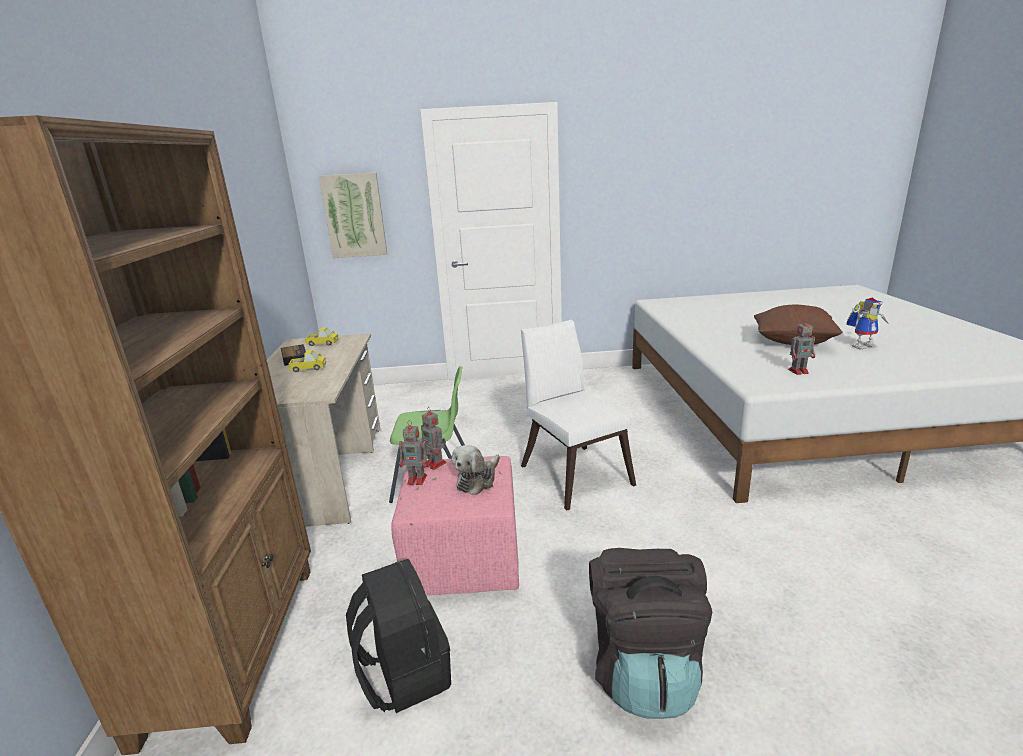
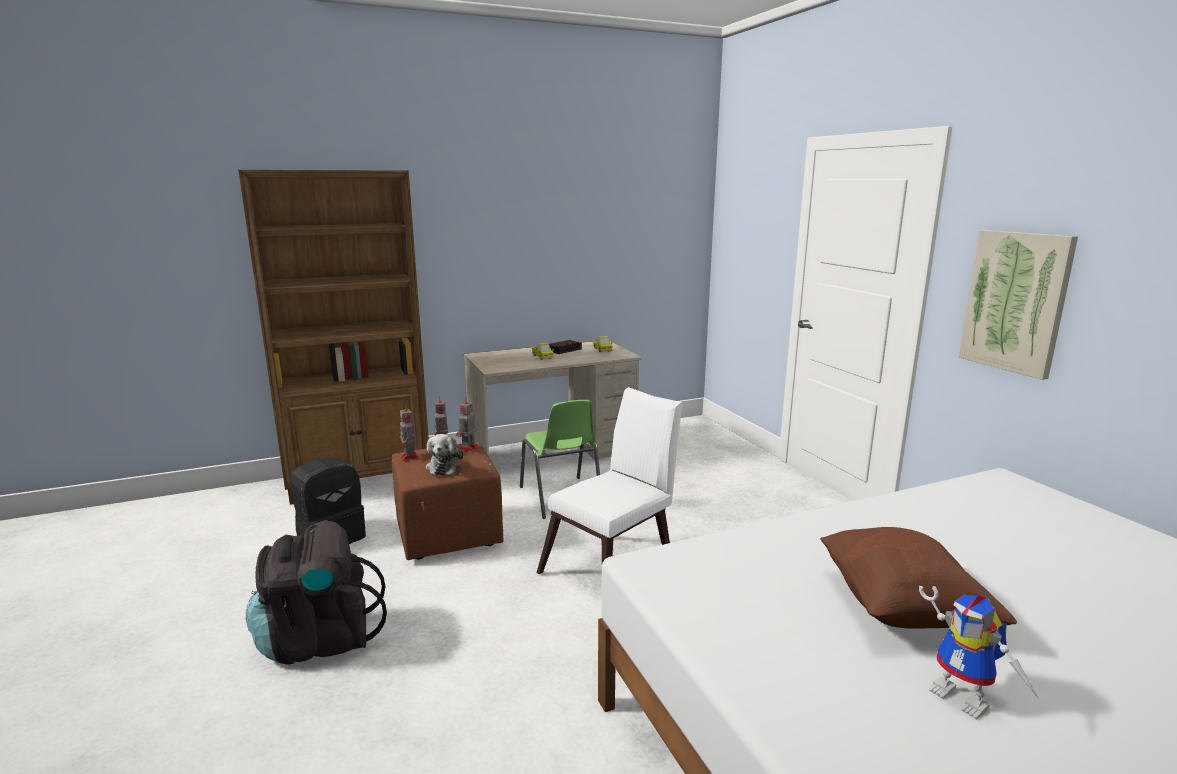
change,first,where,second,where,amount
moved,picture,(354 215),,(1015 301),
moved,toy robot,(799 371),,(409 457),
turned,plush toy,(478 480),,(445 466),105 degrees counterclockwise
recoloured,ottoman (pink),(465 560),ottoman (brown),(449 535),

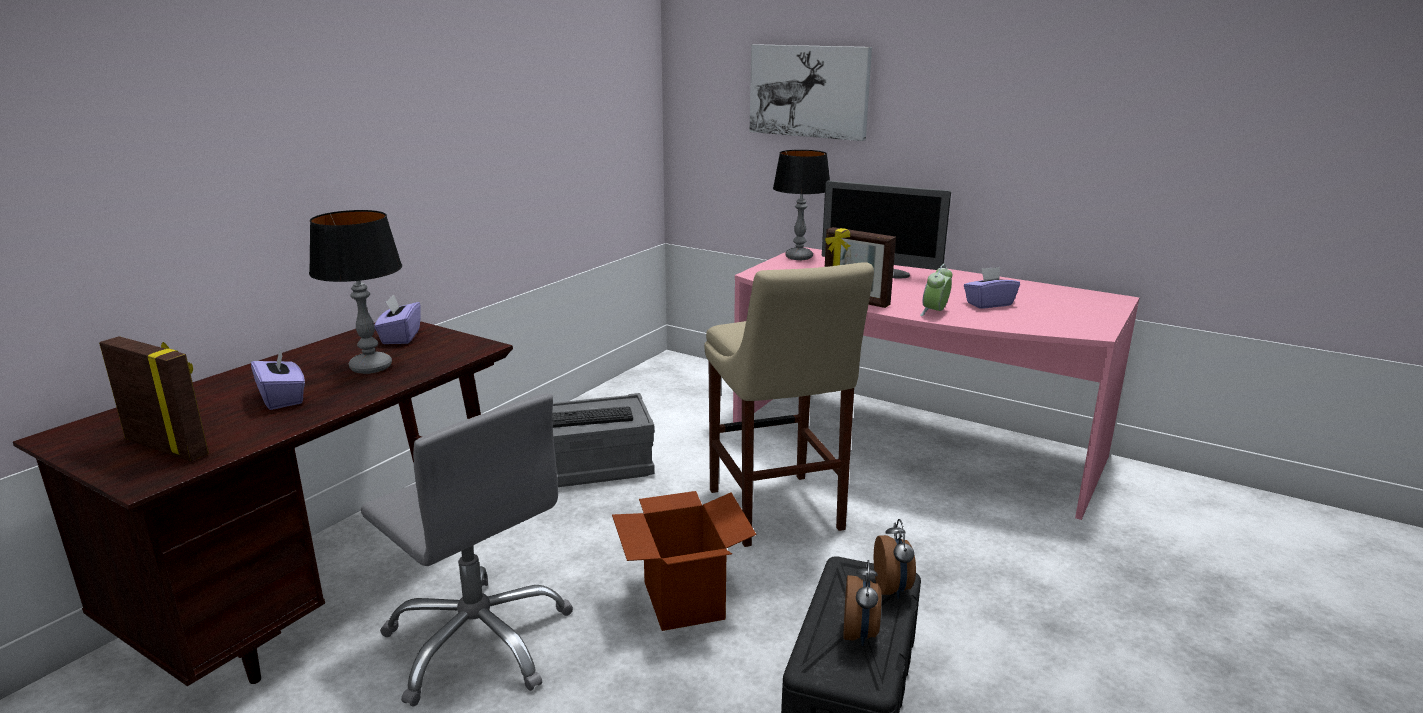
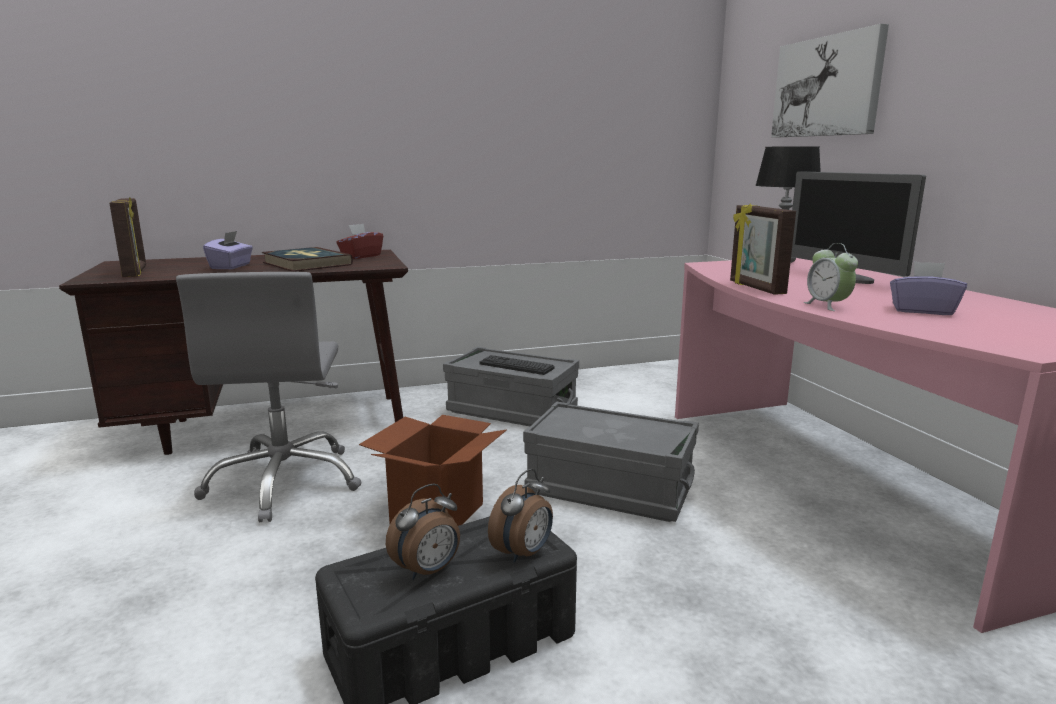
change,first,where,second,where,amount
replaced,table lamp,(371 367),book,(306 264),
replaced,stool (beige),(777 513),storage box (grey),(609 488),
turned,alarm clock,(935 312),,(827 306),90 degrees counterclockwise
recoloured,tissue box (purple),(400 337),tissue box (red),(361 256),

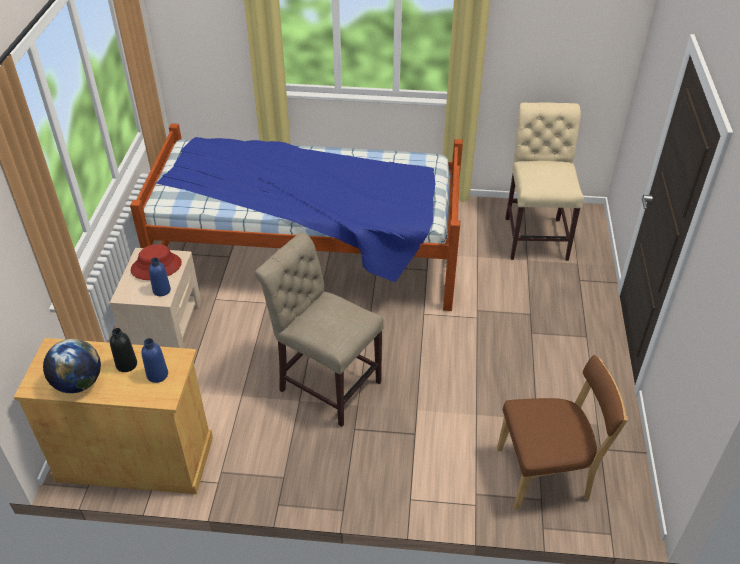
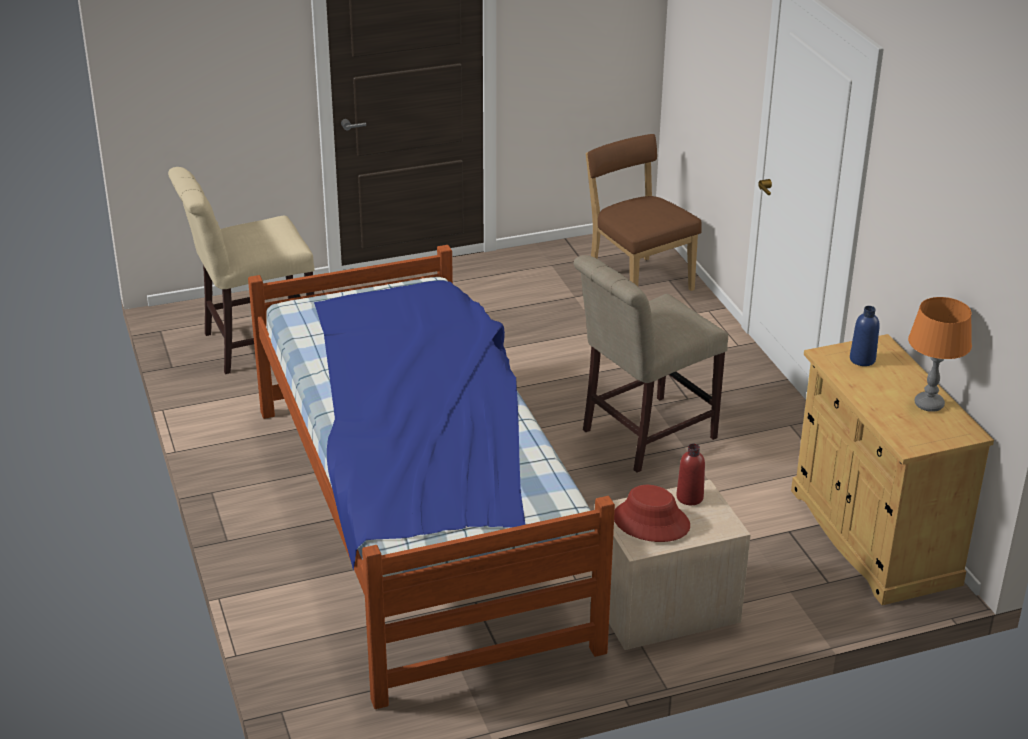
change,first,where,second,where,amount
turned,chair (beige),(325 383),,(642 436),45 degrees clockwise
recoloured,bottle (blue),(161 290),bottle (red),(689 497),
removed,bottle (black),(126 364),,,
replaced,globe,(78 383),table lamp (orange),(929 404),

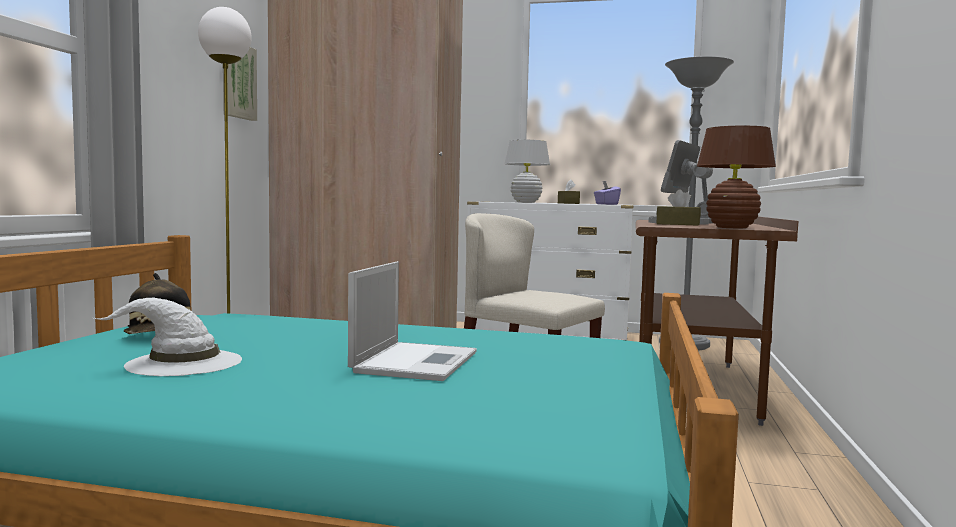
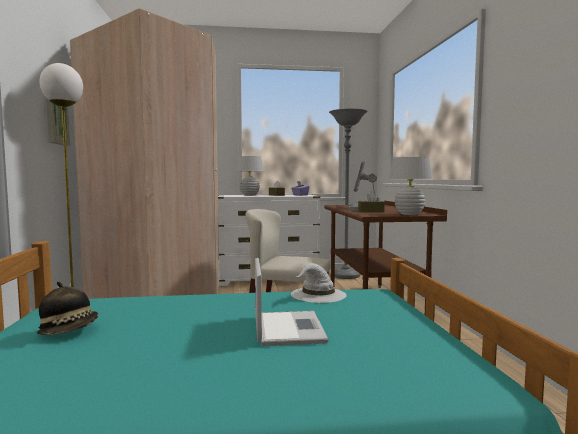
change,first,where,second,where,amount
recoloured,table lamp (brown),(732 227),table lamp (white),(409 214),
moved,hat (white),(182 363),,(318 295),

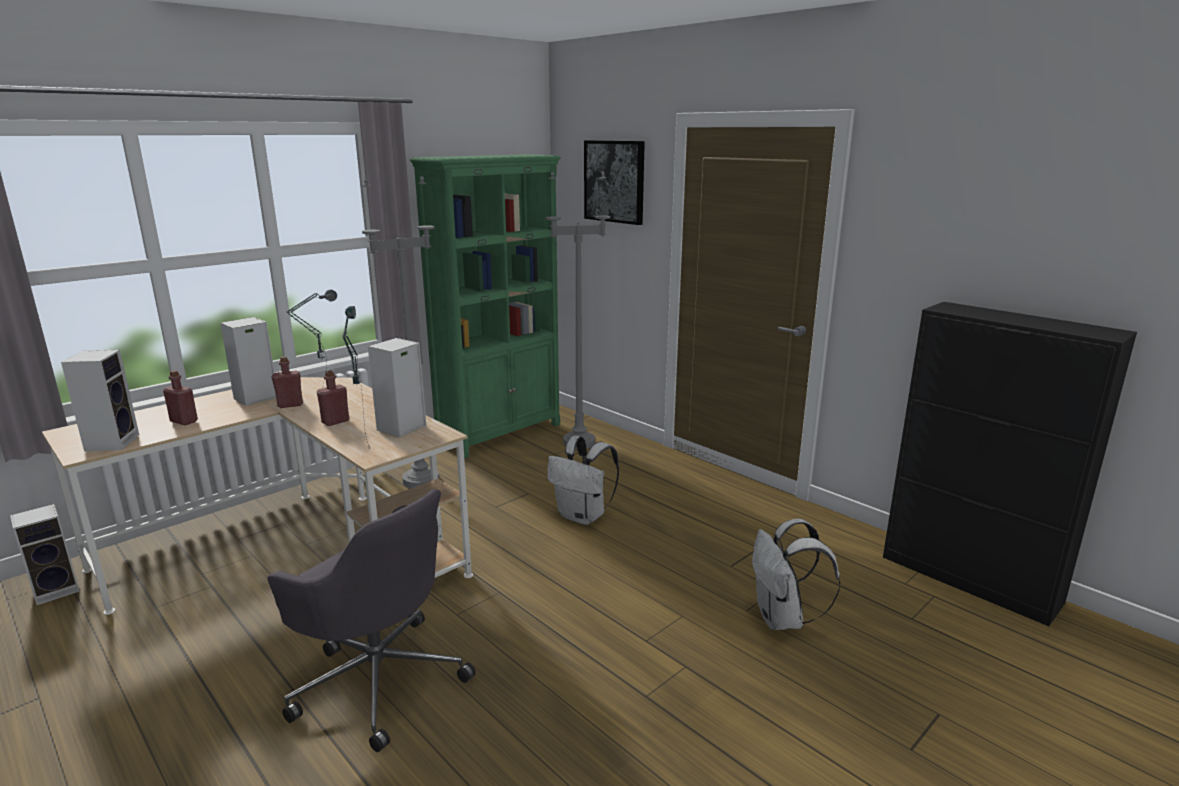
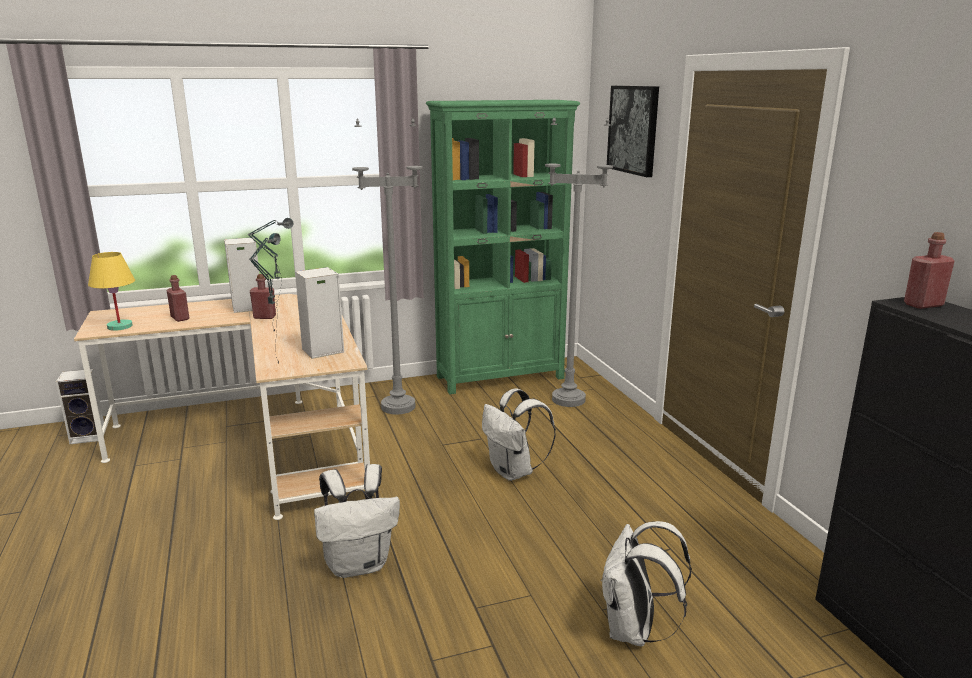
change,first,where,second,where,amount
replaced,speaker,(112 442),table lamp (yellow),(120 326),
moved,bottle (red),(335 421),,(923 305),
removed,office chair (grey),(379 678),,,
added,,,backpack (white),(359 564),

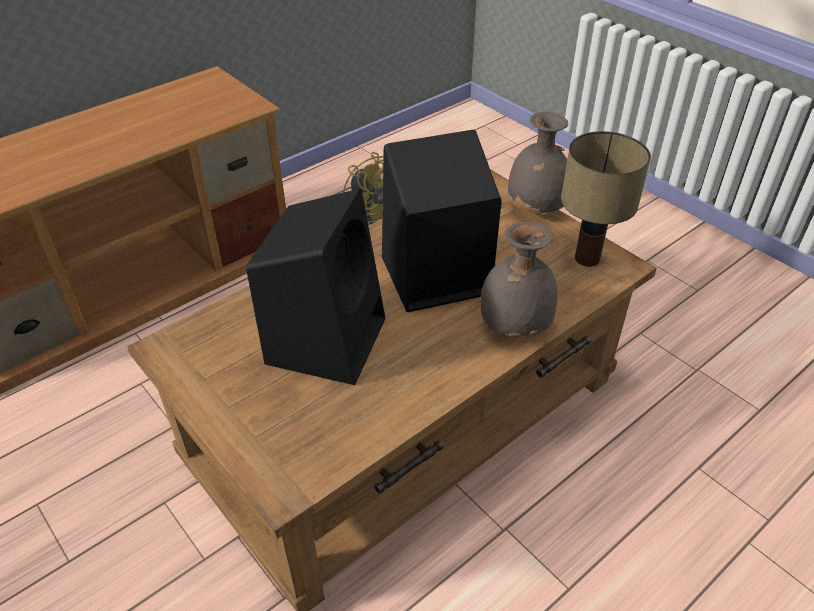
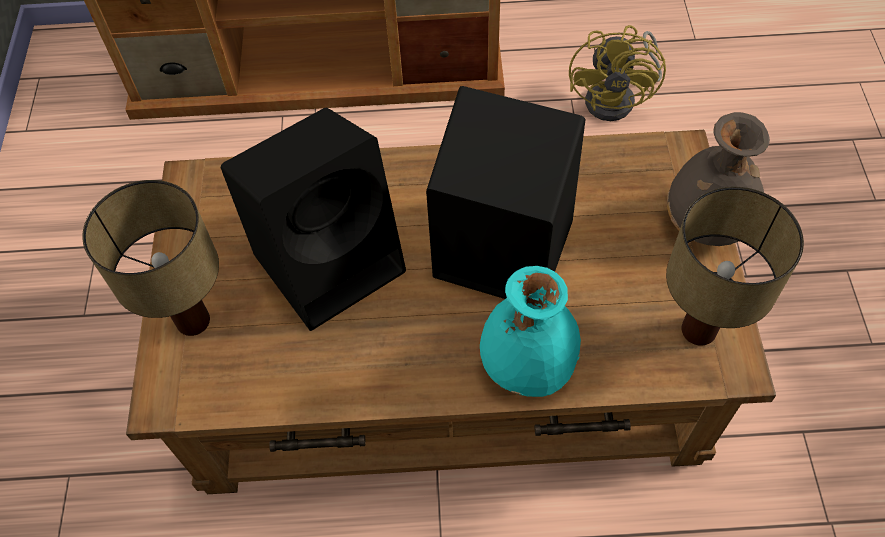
change,first,where,second,where,amount
recoloured,vase (grey),(513 326),vase (turquoise),(526 364),
added,,,table lamp,(191 321),

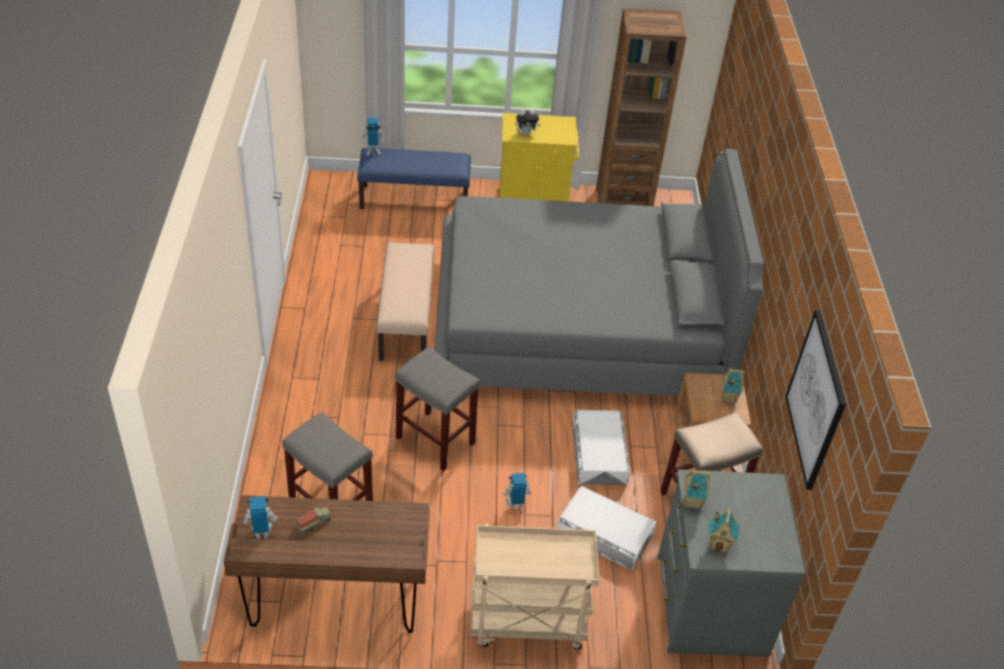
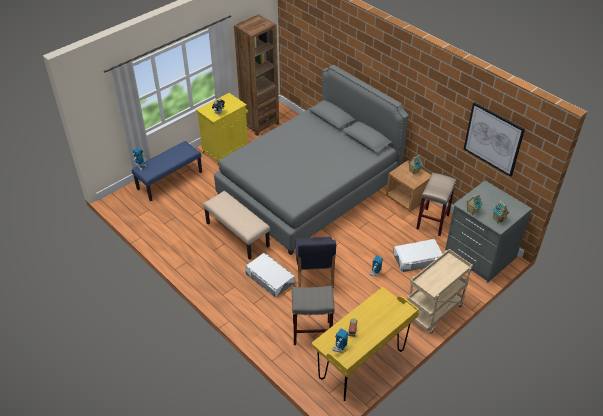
change,first,where,second,where,amount
replaced,stool (grey),(434 440),chair (blue),(314 274),
moved,storage box (white),(599 453),,(270 278),
recoloured,desk (brown),(335 604),desk (yellow),(362 365),

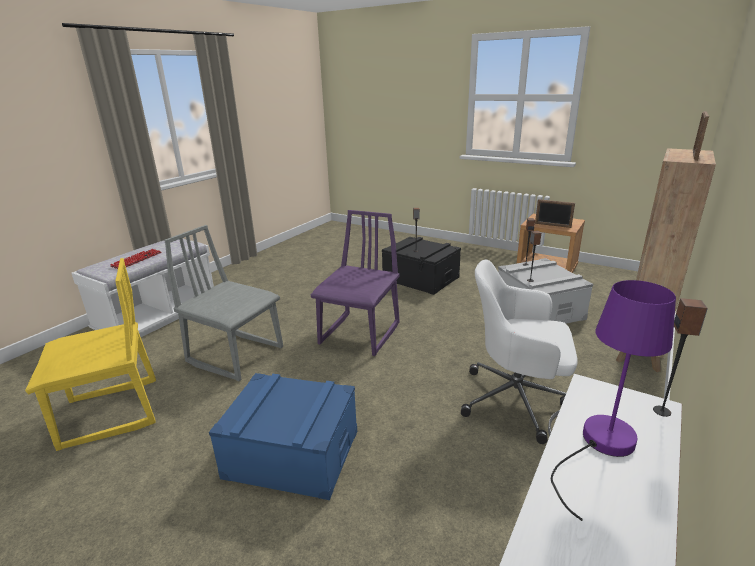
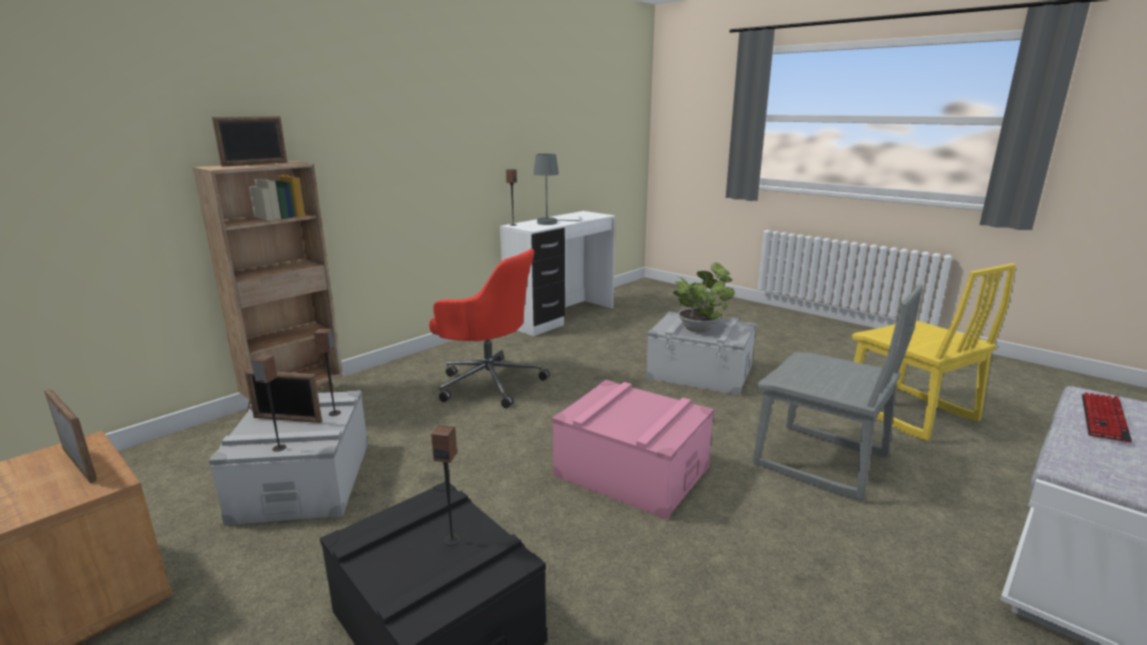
change,first,where,second,where,amount
replaced,chair (purple),(360 334),storage box (pink),(631 471),
turned,chair (yellow),(111 414),,(909 413),105 degrees counterclockwise
recoloured,office chair (white),(516 400),office chair (red),(488 382),
recoloured,table lamp (purple),(600 446),table lamp (grey),(552 222),
recoloured,storage box (blue),(292 454),storage box (grey),(700 372),
added,,,potted plant,(700 329),
added,,,picture frame,(287 419),

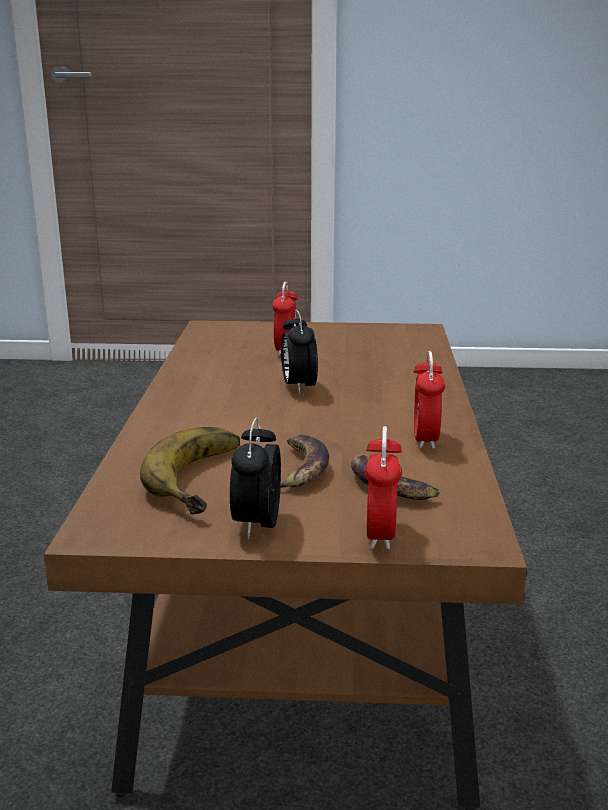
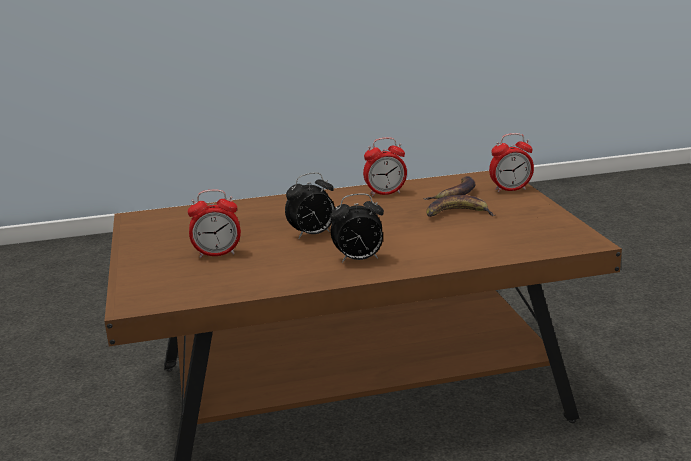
change,first,where,second,where,amount
moved,alarm clock,(257 524),,(358 260),
removed,banana,(210 478),,,

